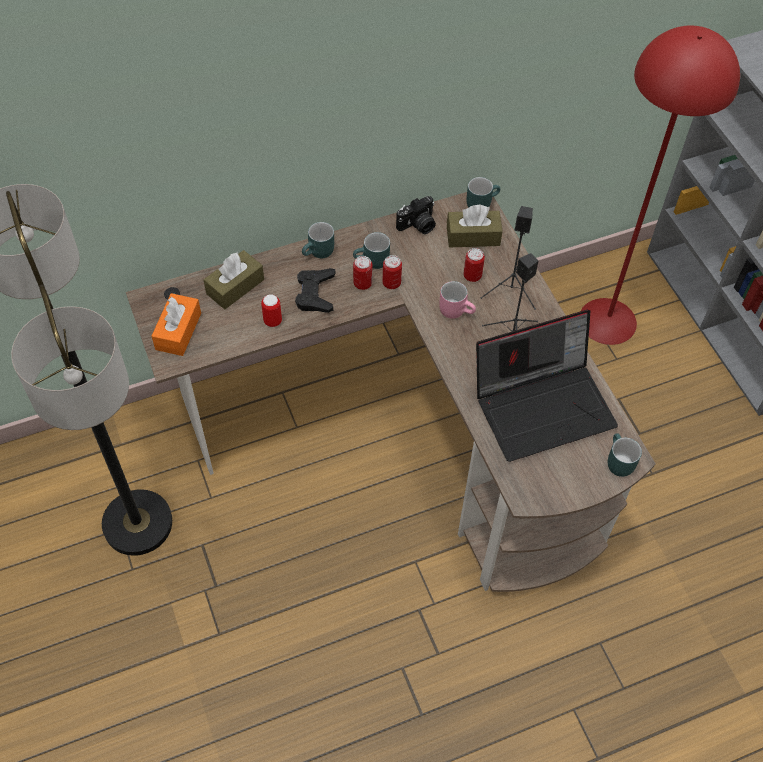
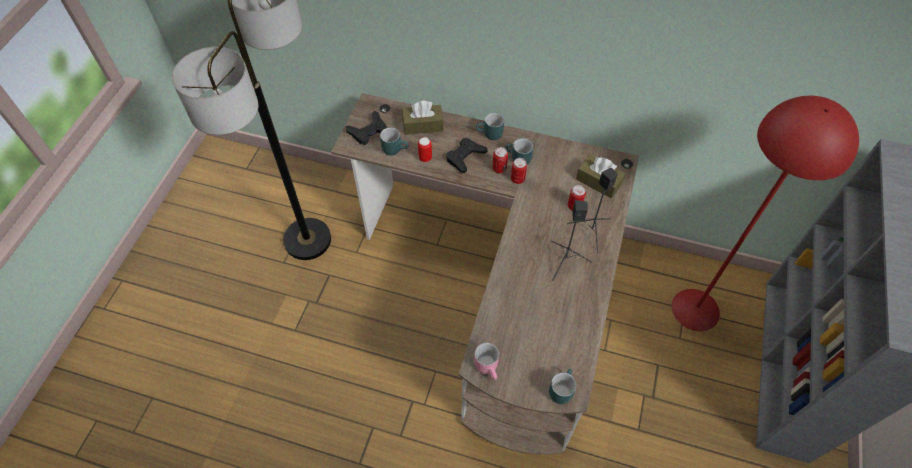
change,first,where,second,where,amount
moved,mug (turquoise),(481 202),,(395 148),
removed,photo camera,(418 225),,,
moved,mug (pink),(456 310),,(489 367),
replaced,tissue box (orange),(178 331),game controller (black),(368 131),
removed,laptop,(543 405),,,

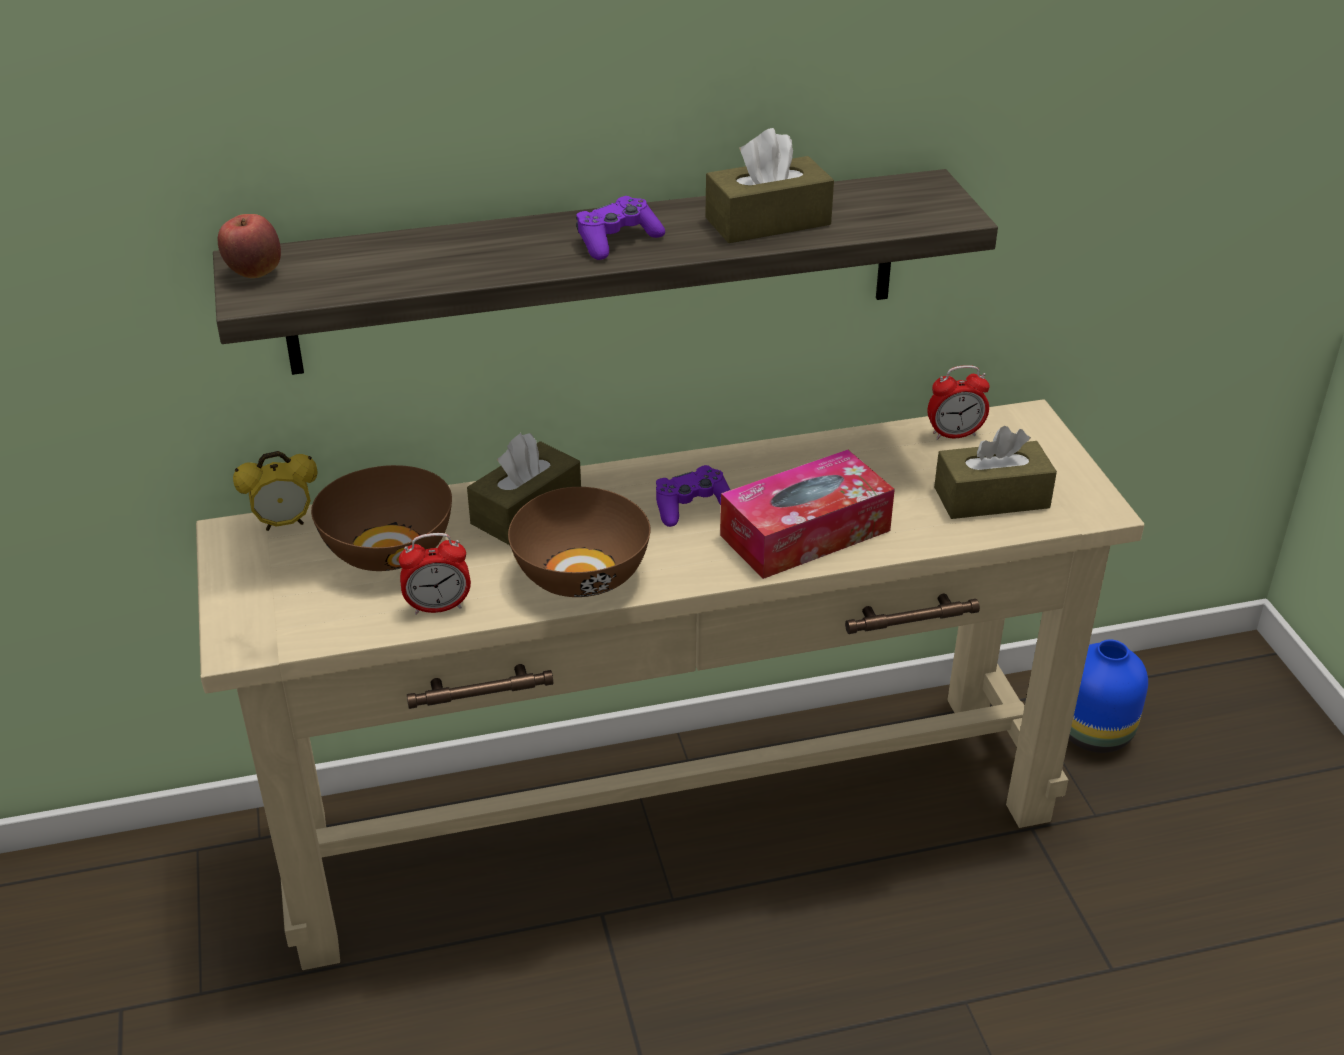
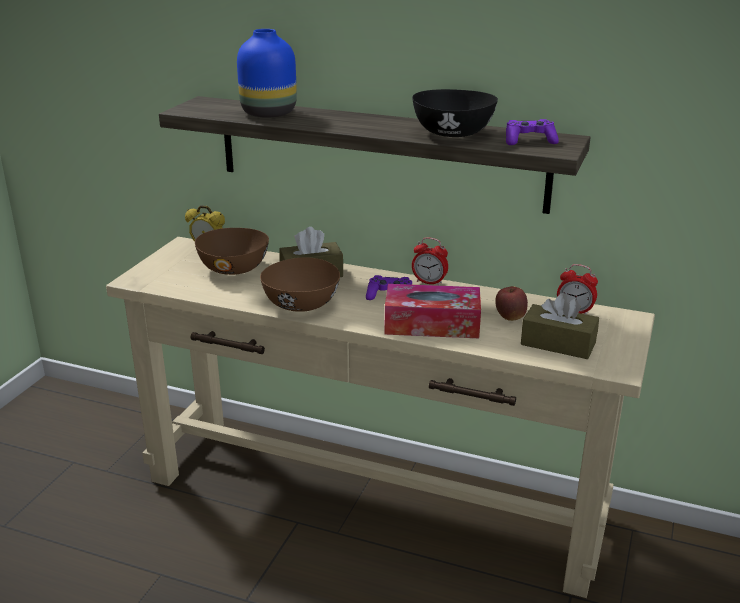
change,first,where,second,where,amount
replaced,tissue box (brown),(768 221),bowl (black),(452 133),
moved,game controller (purple),(617 240),,(529 141),
moved,apple,(254 273),,(510 318),
moved,alarm clock,(438 607),,(429 282),
moved,vase (blue),(1096 732),,(270 113),

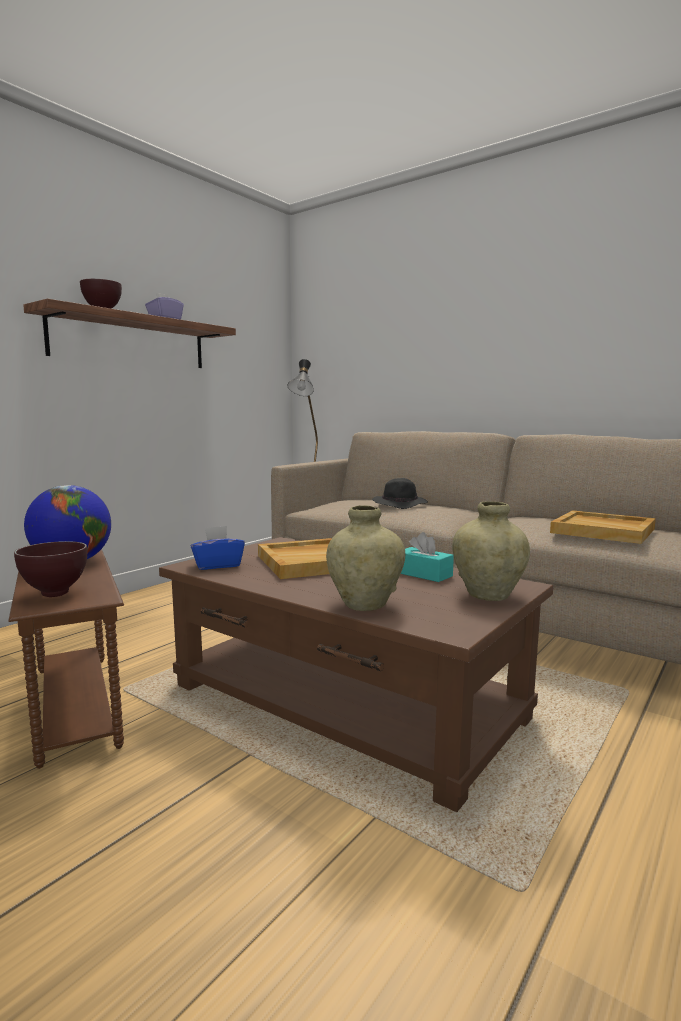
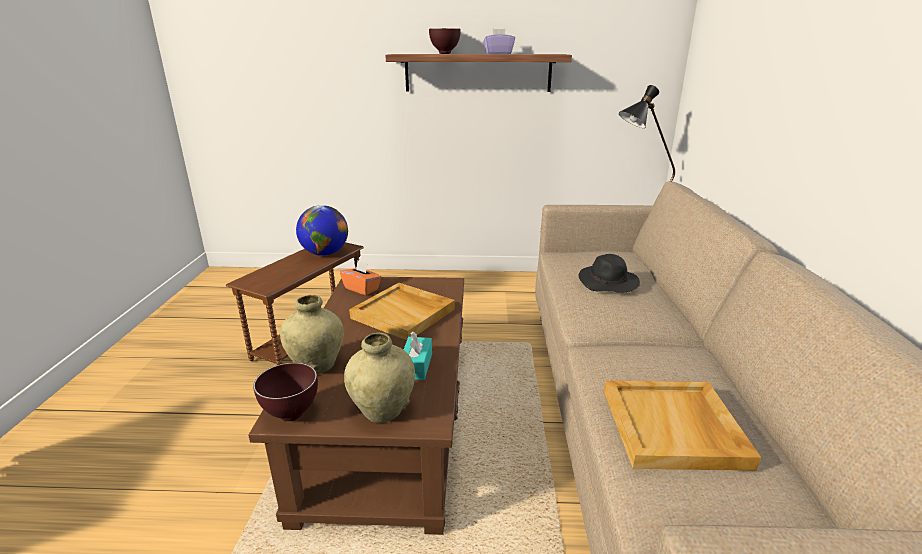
change,first,where,second,where,amount
recoloured,tissue box (blue),(217 565),tissue box (orange),(362 289),
moved,bowl (brown),(56 593),,(293 415),

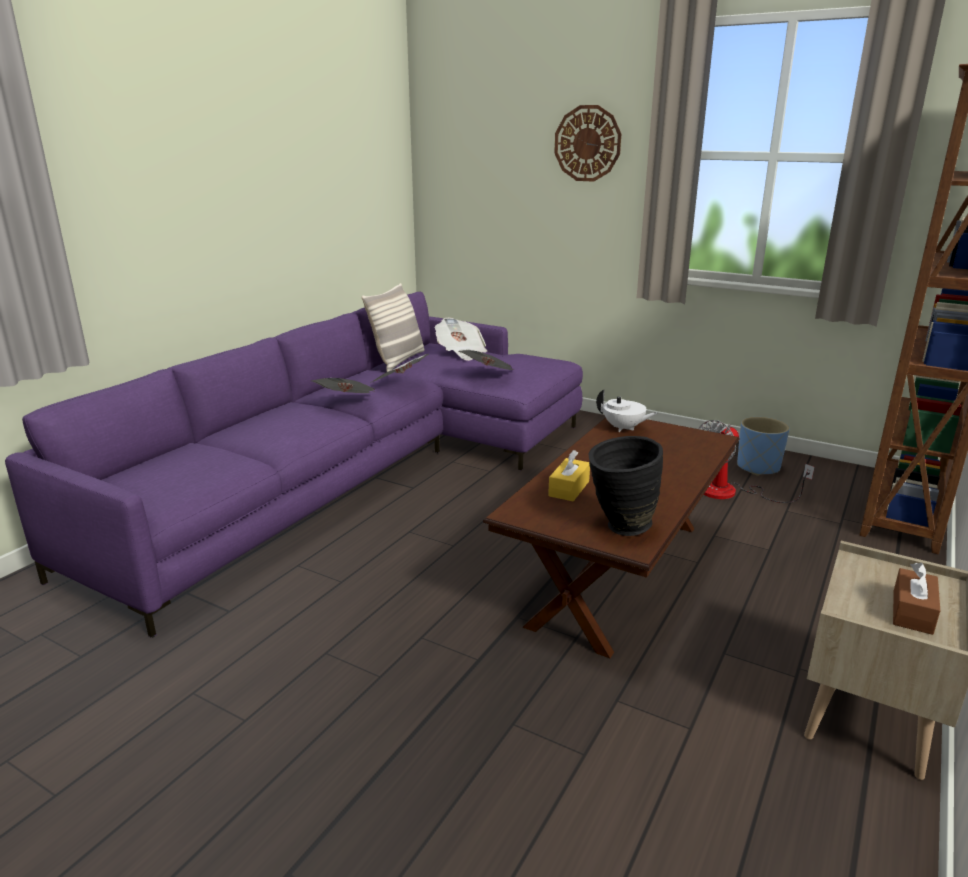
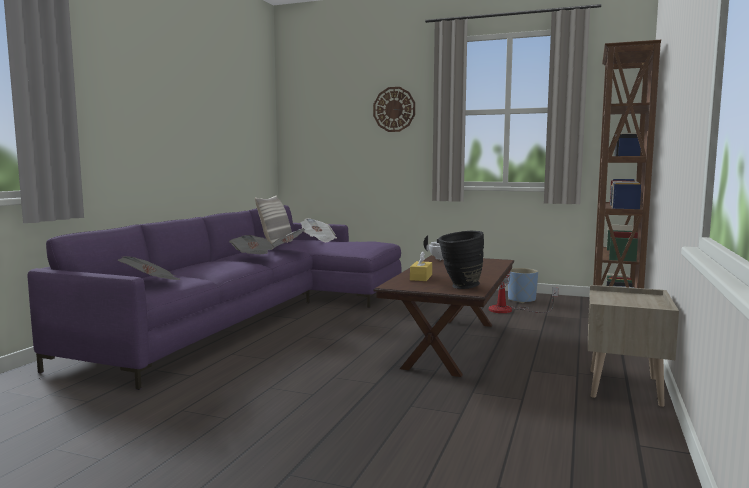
change,first,where,second,where,amount
moved,newspaper,(489 375),,(151 284),
removed,tissue box (brown),(912 612),,,

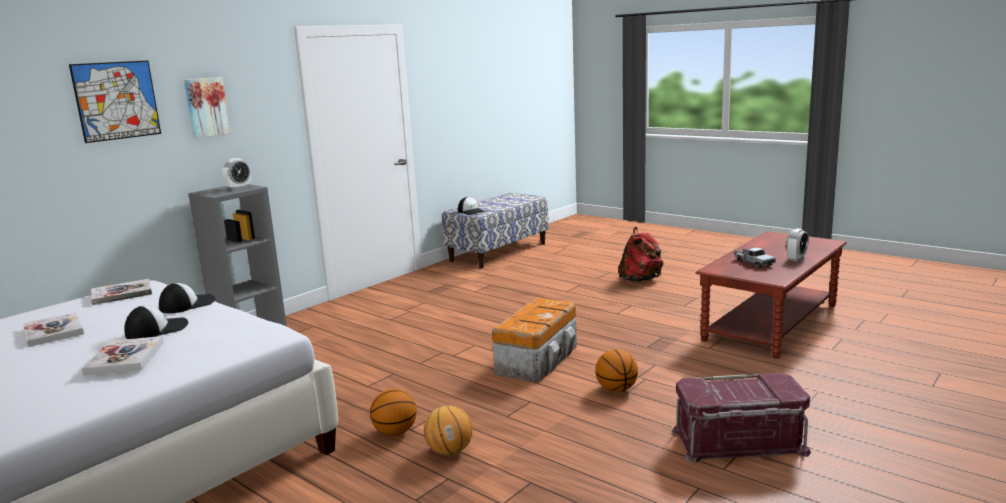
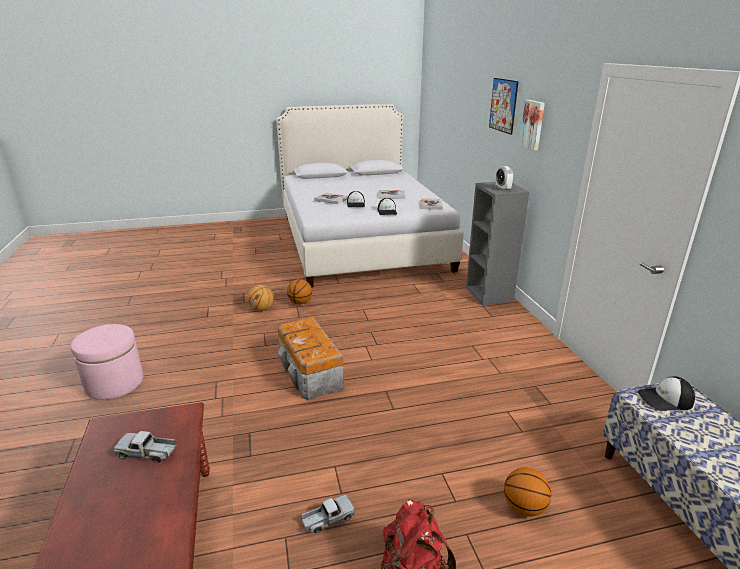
change,first,where,second,where,amount
removed,alarm clock,(796 259),,,
moved,basketball,(616 389),,(524 507),
replaced,storage box (red),(739 442),ottoman (pink),(114 383),
added,,,toy truck,(328 519),

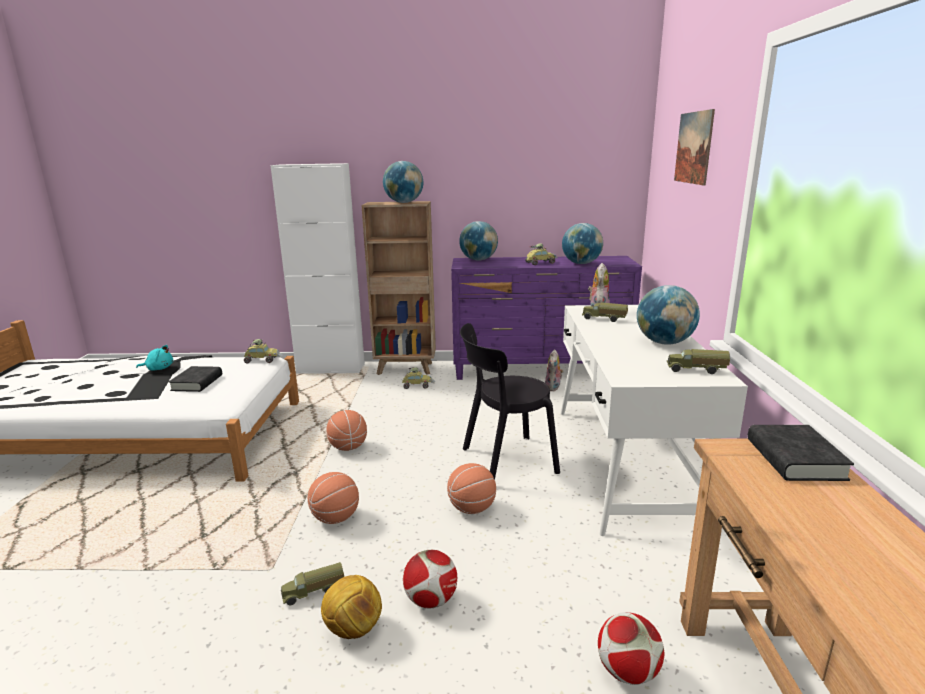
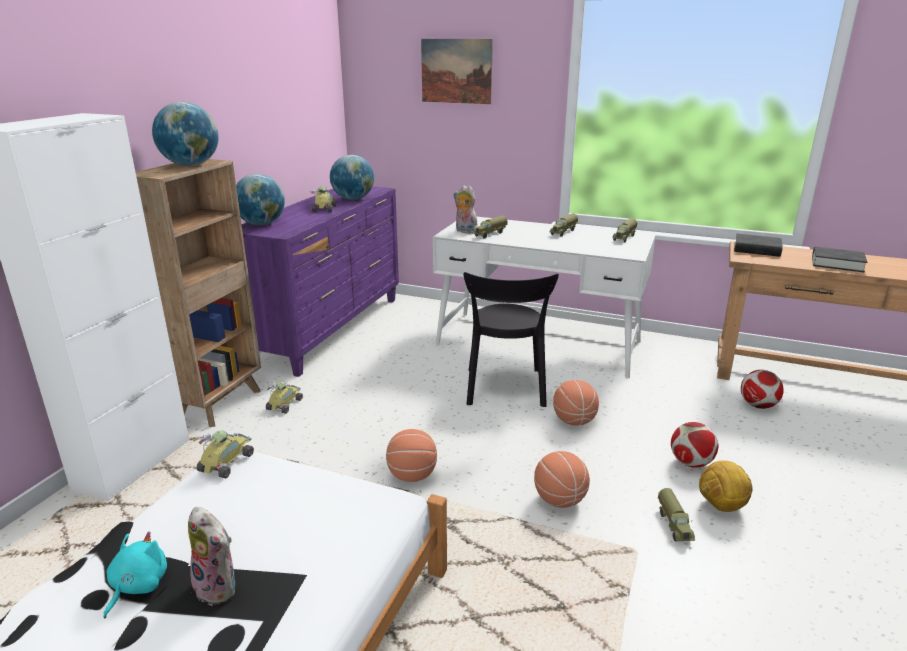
change,first,where,second,where,amount
replaced,globe,(664 343),toy truck,(564 232),
moved,plush toy,(553 388),,(219 587),
moved,book (black),(197 383),,(837 263),

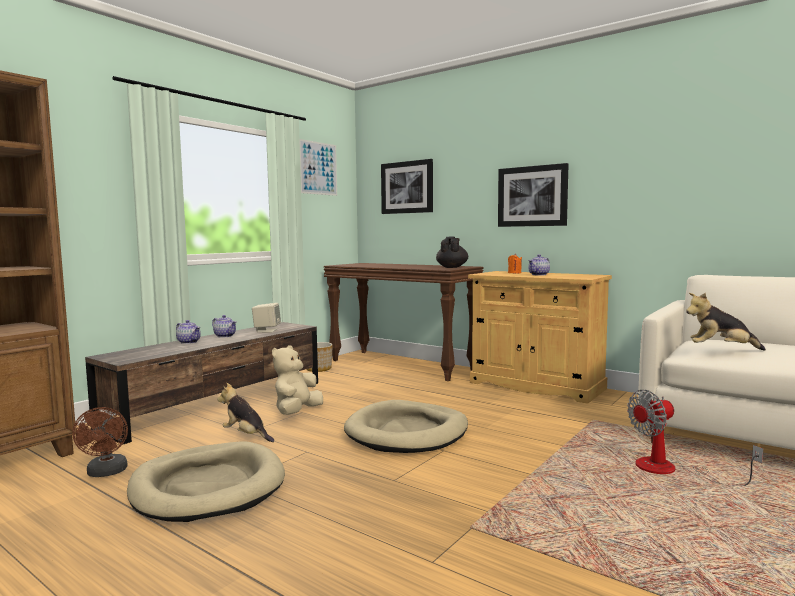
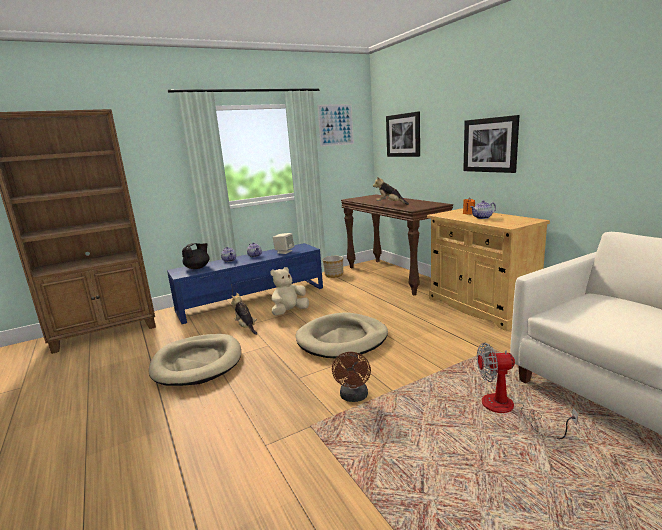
change,first,where,second,where,amount
moved,teapot (black),(452 267),,(198 267),
moved,plush toy,(720 349),,(390 204),
recoloured,tv stand (brown),(220 403),tv stand (blue),(252 299),
moved,fan (brown),(106 473),,(354 397),

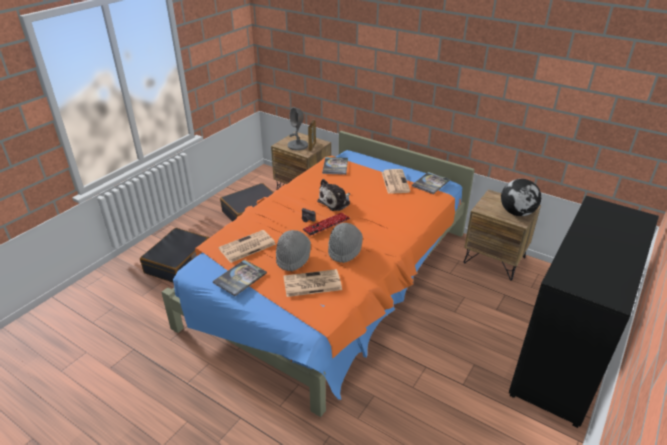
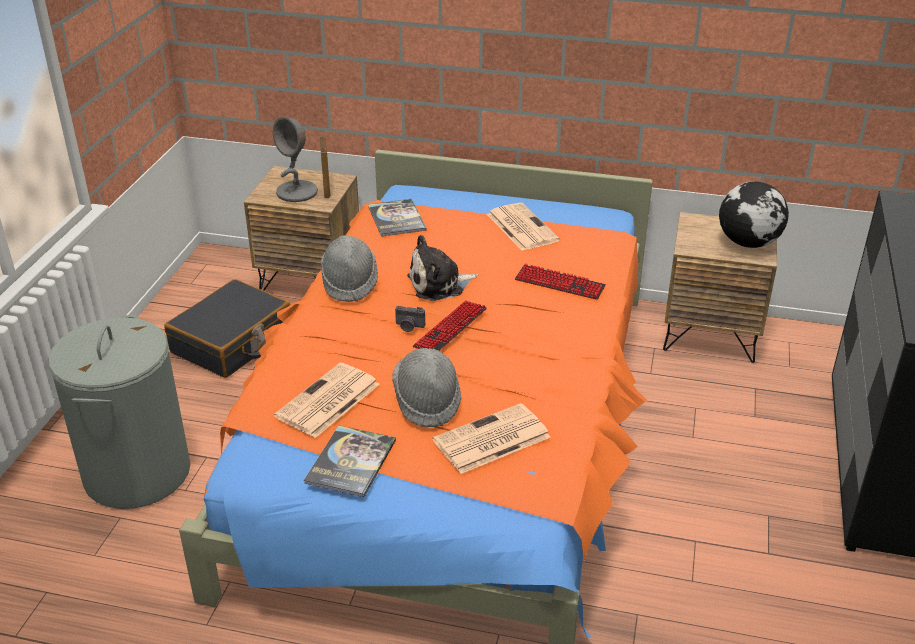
change,first,where,second,where,amount
removed,book,(430 183),,,
turned,plush toy,(335 202),,(439 284),45 degrees clockwise
moved,hat (grey),(344 250),,(349 283),
replaced,suitcase (black),(179 263),laundry basket (grey),(137 472),
added,,,keyboard,(559 283),

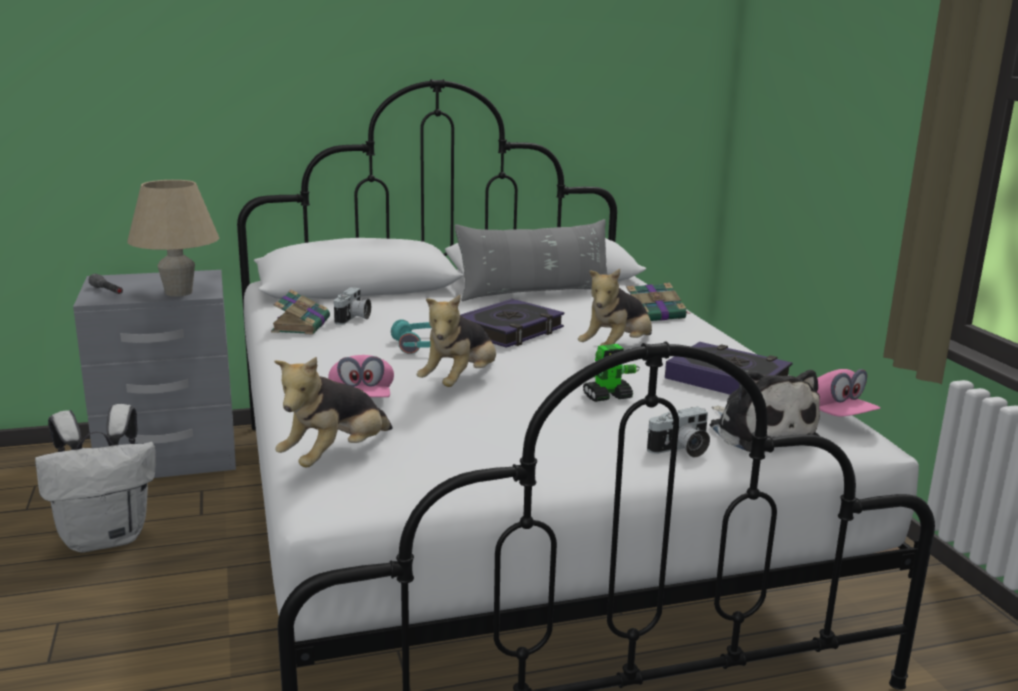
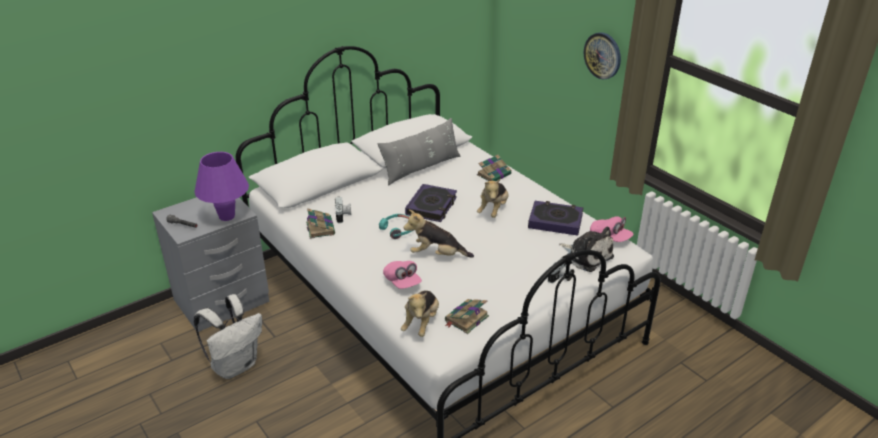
change,first,where,second,where,amount
recoloured,table lamp (beige),(178 293),table lamp (purple),(227 216),
turned,plush toy,(460 382),,(437 255),90 degrees clockwise
removed,toy robot,(608 397),,,
added,,,wall clock,(603 55),
added,,,book,(466 319),

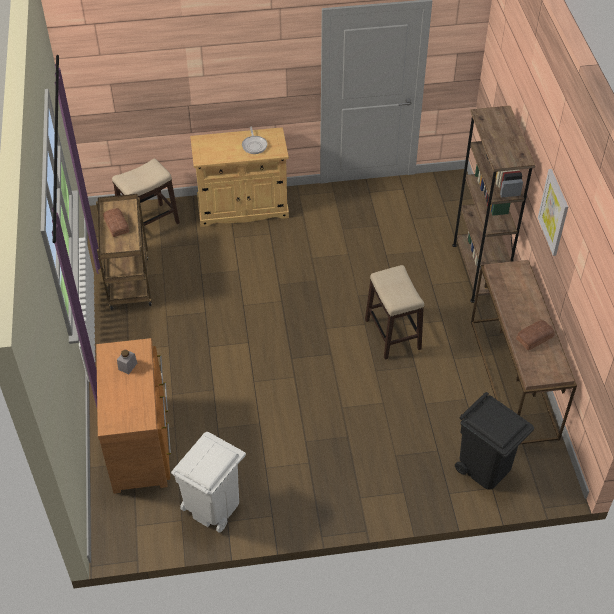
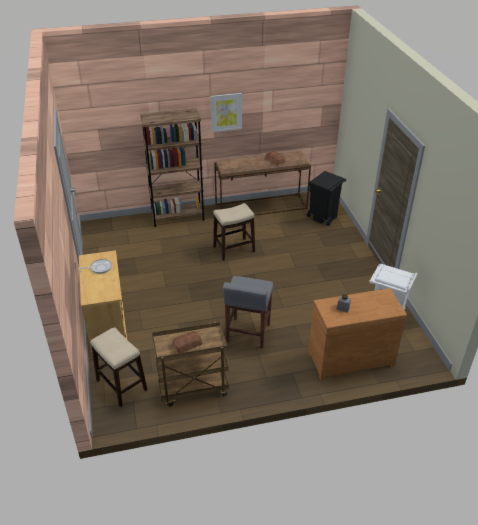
change,first,where,second,where,amount
added,,,stool (grey),(247 333),

